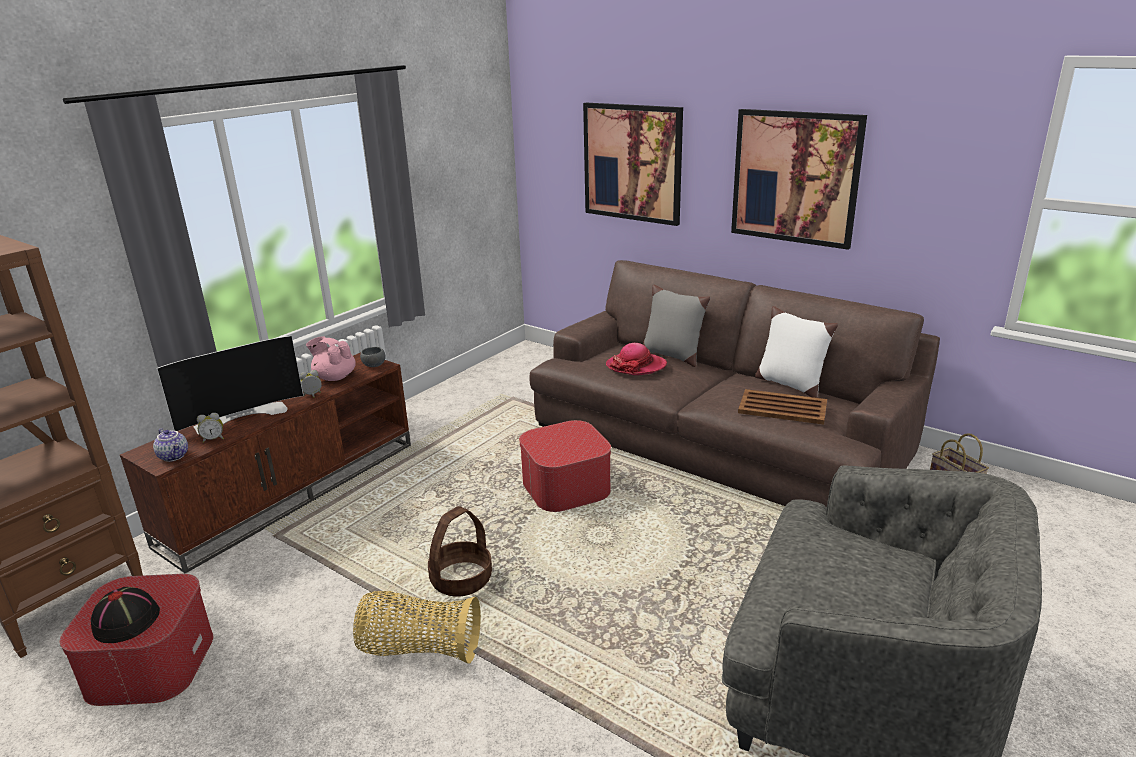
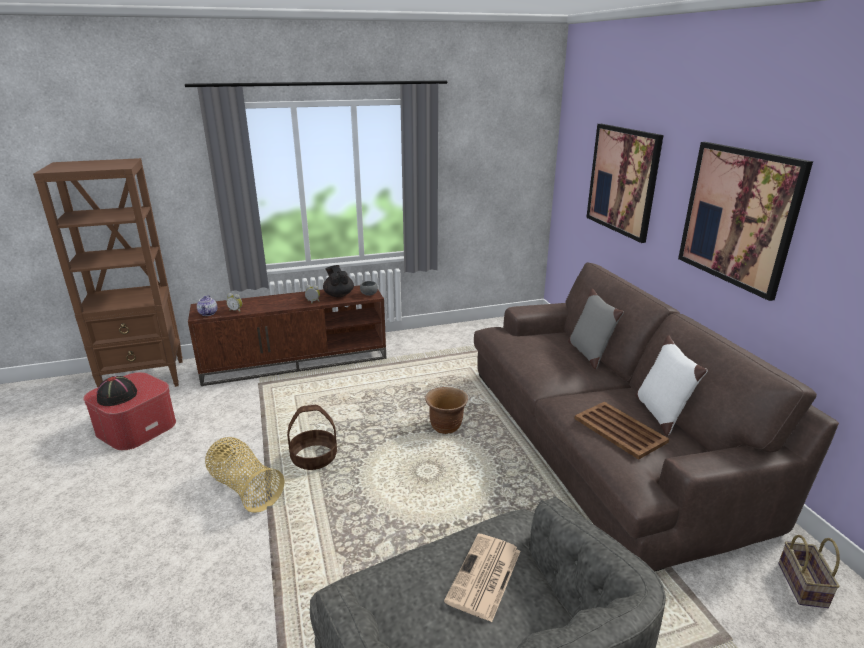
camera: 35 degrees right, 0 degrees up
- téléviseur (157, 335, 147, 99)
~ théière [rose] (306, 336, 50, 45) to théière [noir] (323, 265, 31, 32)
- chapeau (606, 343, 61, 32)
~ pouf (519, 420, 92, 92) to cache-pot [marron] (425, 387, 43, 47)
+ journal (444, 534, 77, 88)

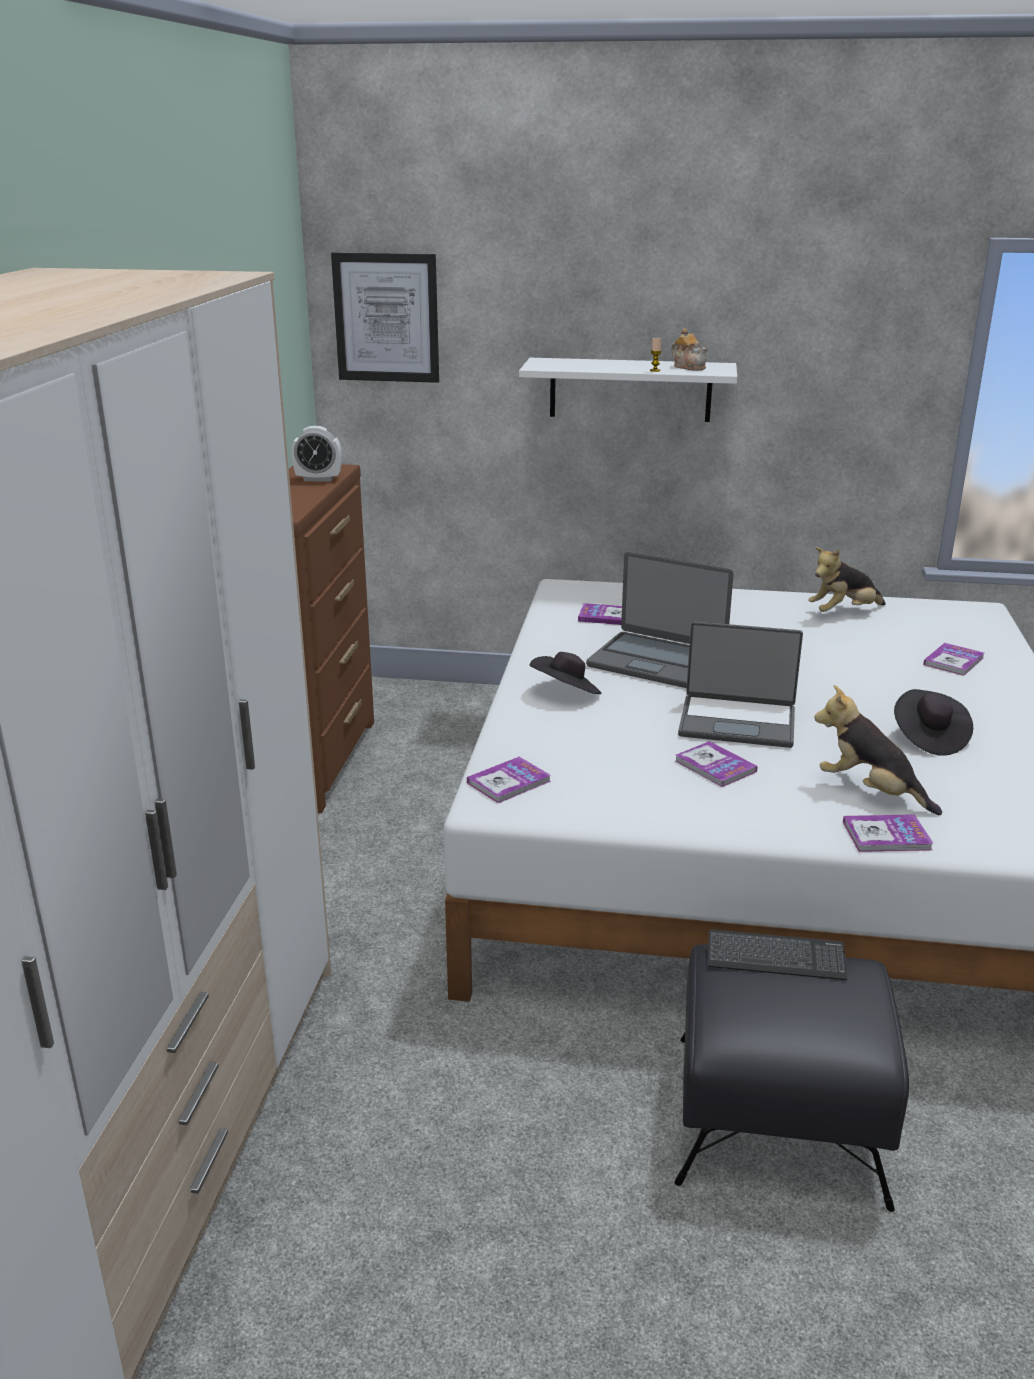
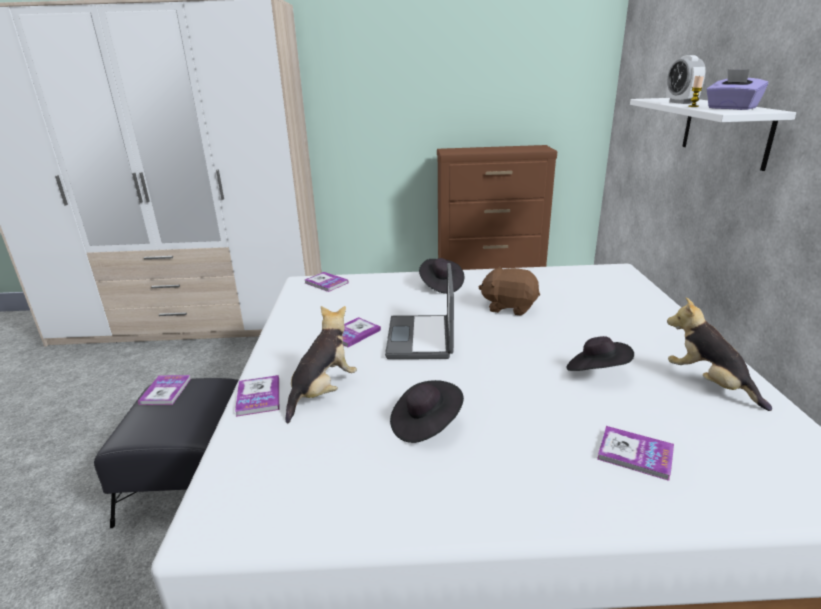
camera: 80 degrees right, 0 degrees up
- tableau (331, 253, 108, 130)
~ théière (671, 328, 37, 43) to boîte à mouchoirs [violet] (706, 69, 63, 41)
~ réveil (291, 426, 51, 55) to (666, 55, 40, 49)
~ ordinateur portable (586, 552, 148, 136) to peluche [marron] (478, 266, 62, 50)
~ livre (578, 603, 44, 22) to (138, 375, 53, 30)
- clavier (708, 929, 139, 51)
+ chapeau [noir] (567, 336, 67, 35)

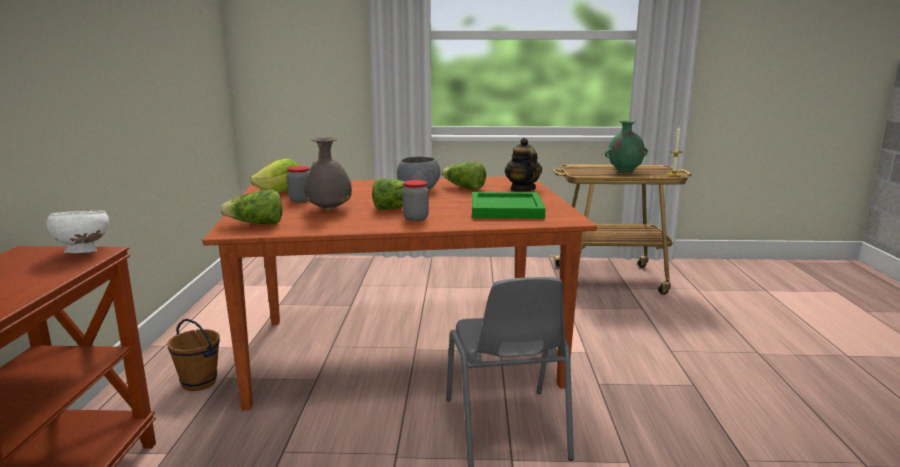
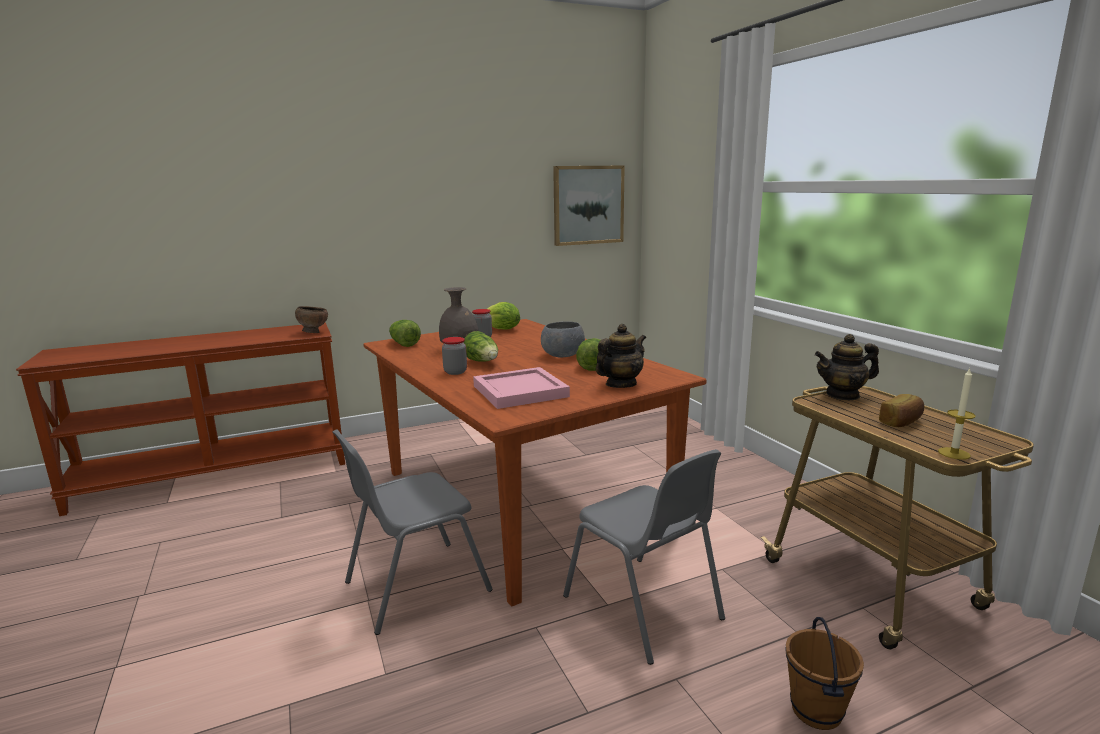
camera: 65 degrees right, 0 degrees up
~ vase [vert] (605, 121, 43, 52) to pain (879, 394, 45, 33)
~ plateau [vert] (472, 192, 74, 27) to plateau [rose] (473, 367, 97, 42)
~ bol [blanc] (46, 210, 63, 43) to bol [marron] (295, 306, 33, 27)
~ seau [marron] (167, 319, 53, 72) to (785, 617, 79, 113)
+ tableau (553, 166, 72, 80)
+ théière (815, 334, 64, 66)
+ chaise [gris] (563, 449, 162, 216)

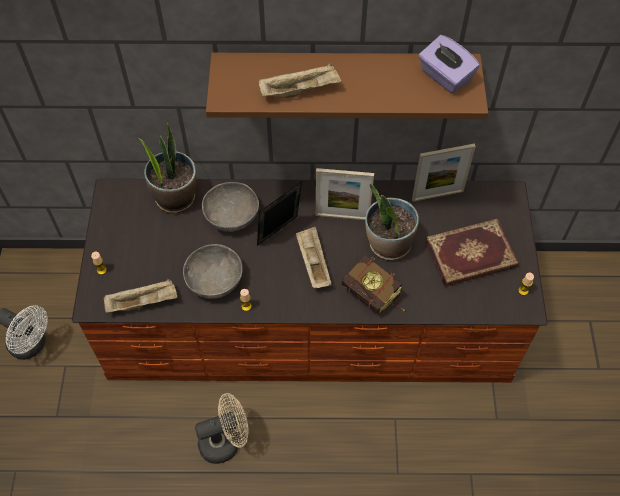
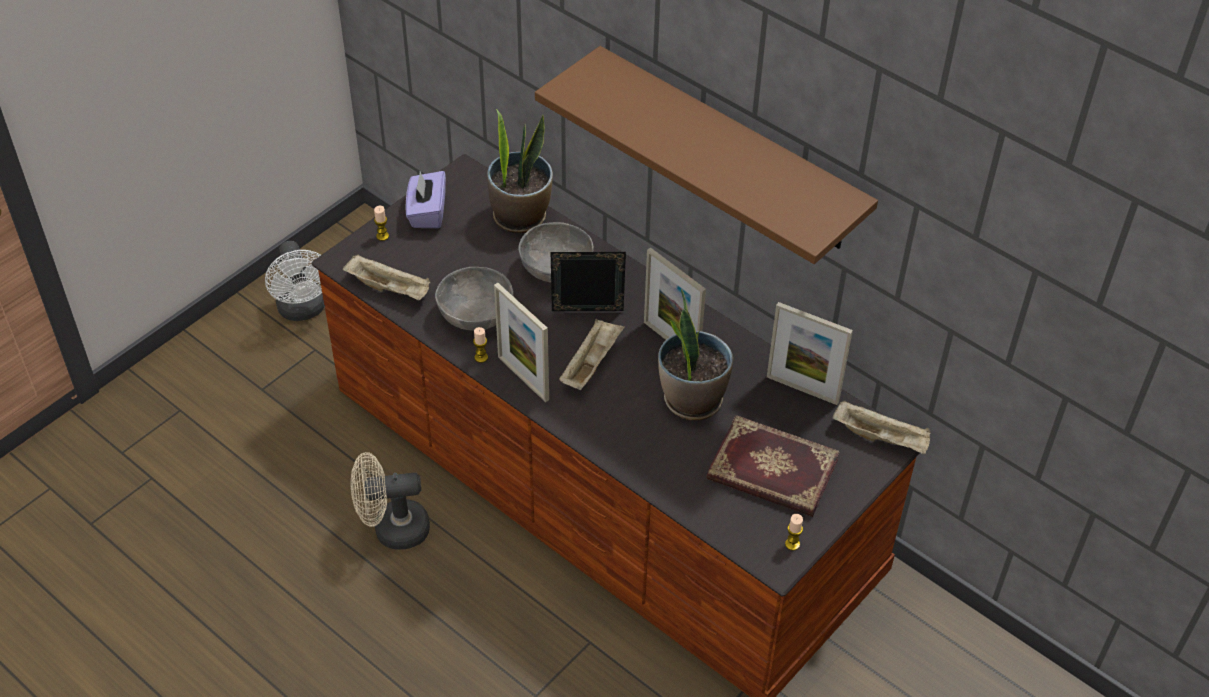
camera: 40 degrees right, 10 degrees down
~ boîte à mouchoirs [violet] (419, 35, 61, 58) to (405, 171, 41, 57)
~ plateau [beige] (258, 63, 84, 35) to (833, 400, 98, 54)
- livre (342, 255, 63, 59)
~ ventilateur [beige] (195, 393, 54, 71) = (350, 452, 80, 97) 150 degrees clockwise
+ cadre photo (494, 283, 55, 119)

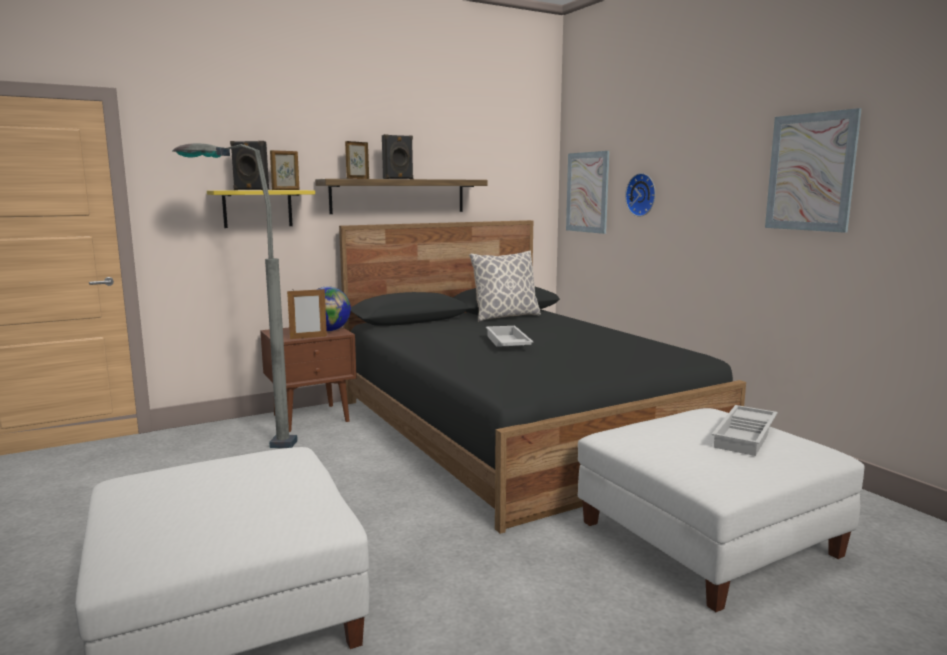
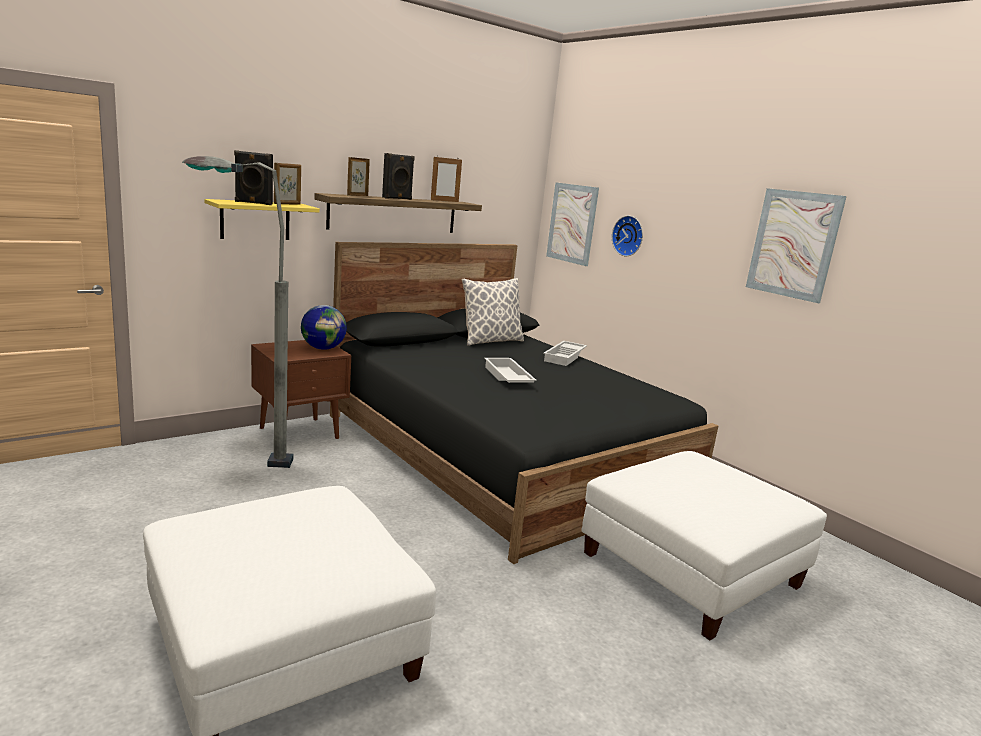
camera: 10 degrees left, 5 degrees up
~ cadre photo (287, 289, 40, 50) to (431, 157, 31, 45)
~ plateau [blanc] (712, 405, 66, 51) to (543, 341, 44, 25)

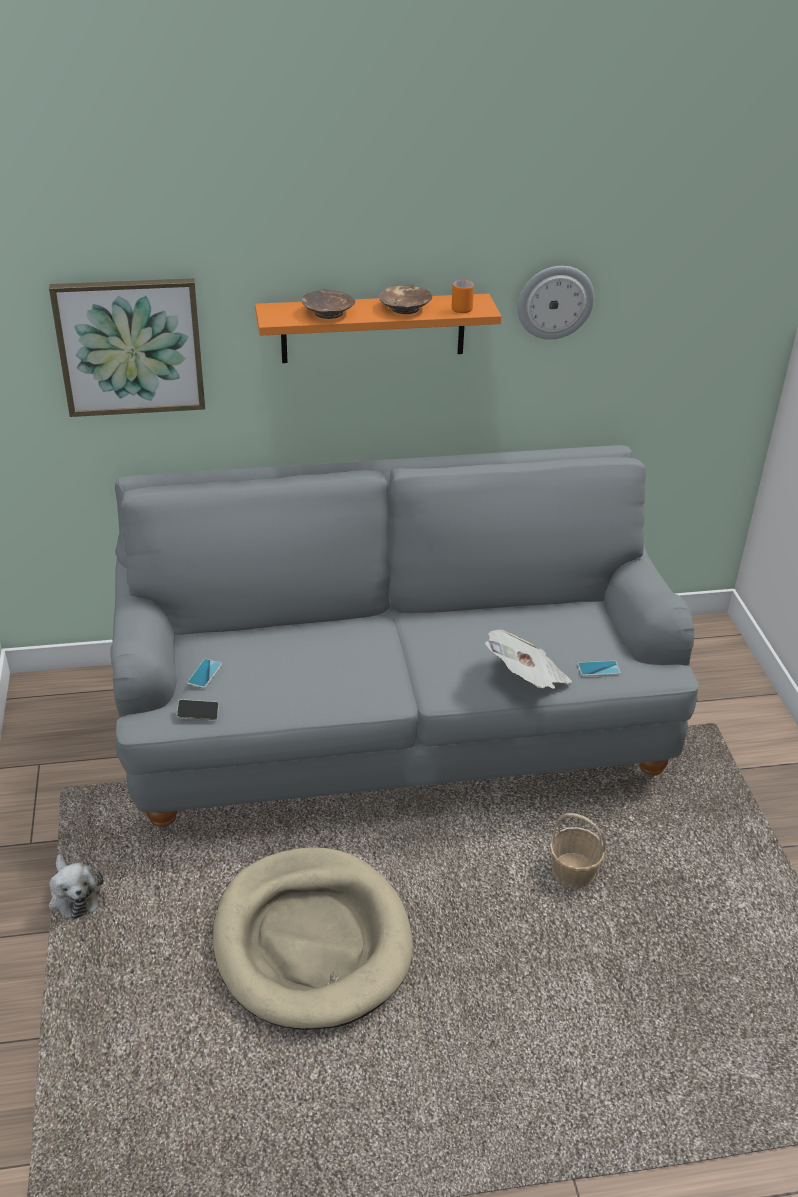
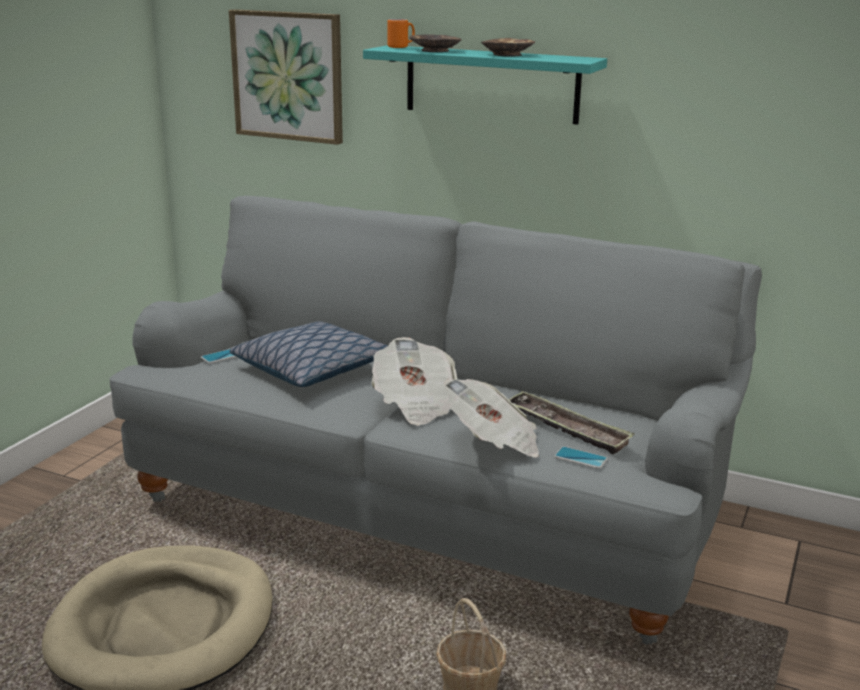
camera: 35 degrees right, 15 degrees down
- horloge murale (518, 266, 76, 74)
~ mug [orange] (452, 280, 22, 33) to (387, 19, 28, 29)
~ étagère [orange] (255, 294, 247, 69) to étagère [turquoise] (363, 45, 244, 80)
- téléphone (177, 699, 42, 21)
- peluche (48, 854, 55, 66)
+ coussin (230, 321, 158, 66)
+ journal (371, 337, 86, 89)
+ plateau (509, 391, 126, 63)

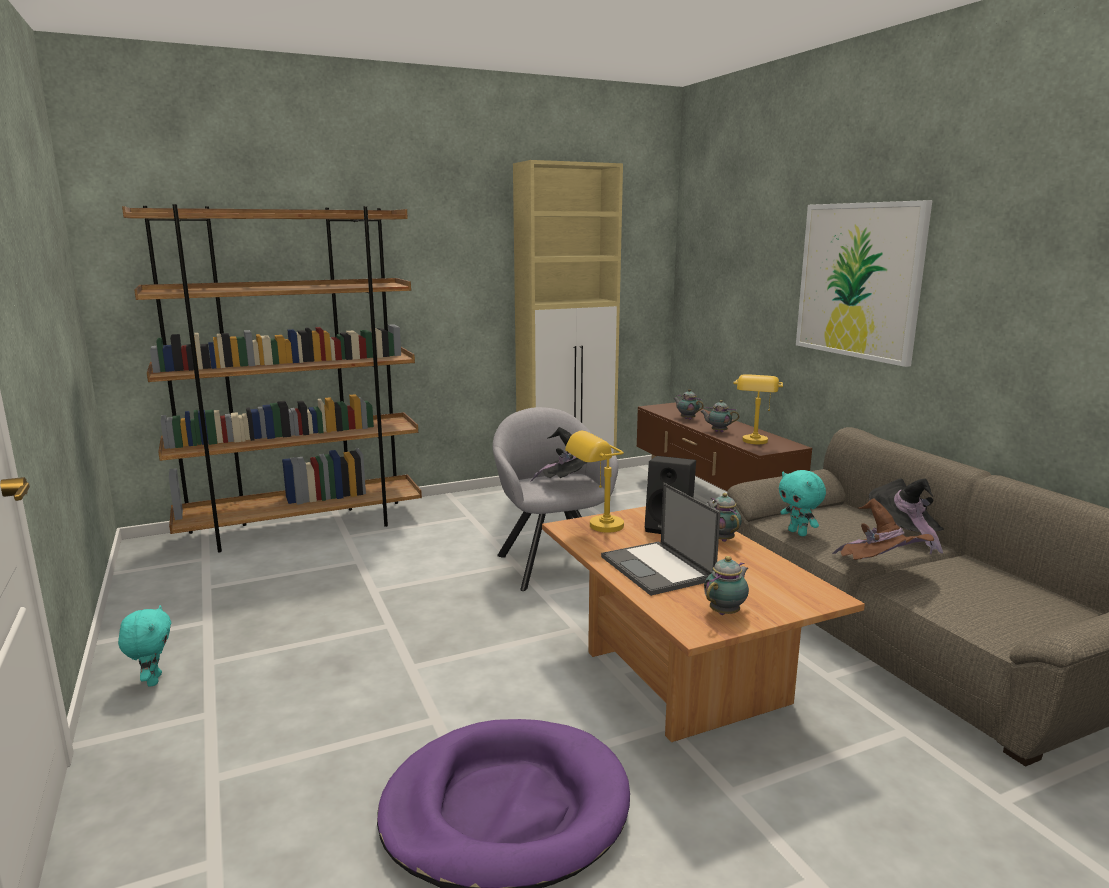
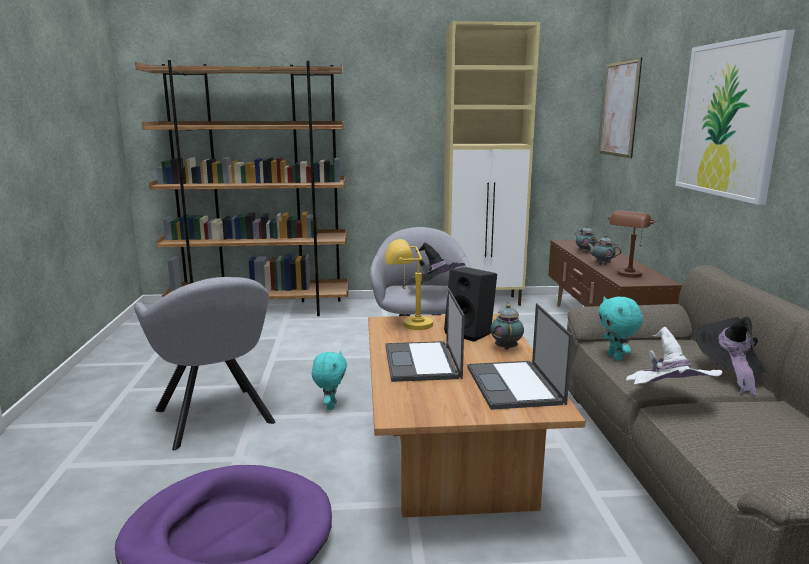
camera: 20 degrees right, 0 degrees up
~ lampe de table [jaune] (733, 374, 50, 70) to lampe de table [marron] (608, 210, 49, 68)
~ chapeau [marron] (832, 498, 102, 62) to chapeau [blanc] (626, 327, 96, 58)
- théière (704, 556, 45, 59)
~ peluche [turquoise] (118, 605, 53, 82) to (312, 351, 35, 59)
+ tableau (600, 57, 42, 101)
+ fauteuil [gris] (134, 277, 142, 173)
+ ordinateur portable (467, 303, 106, 107)

